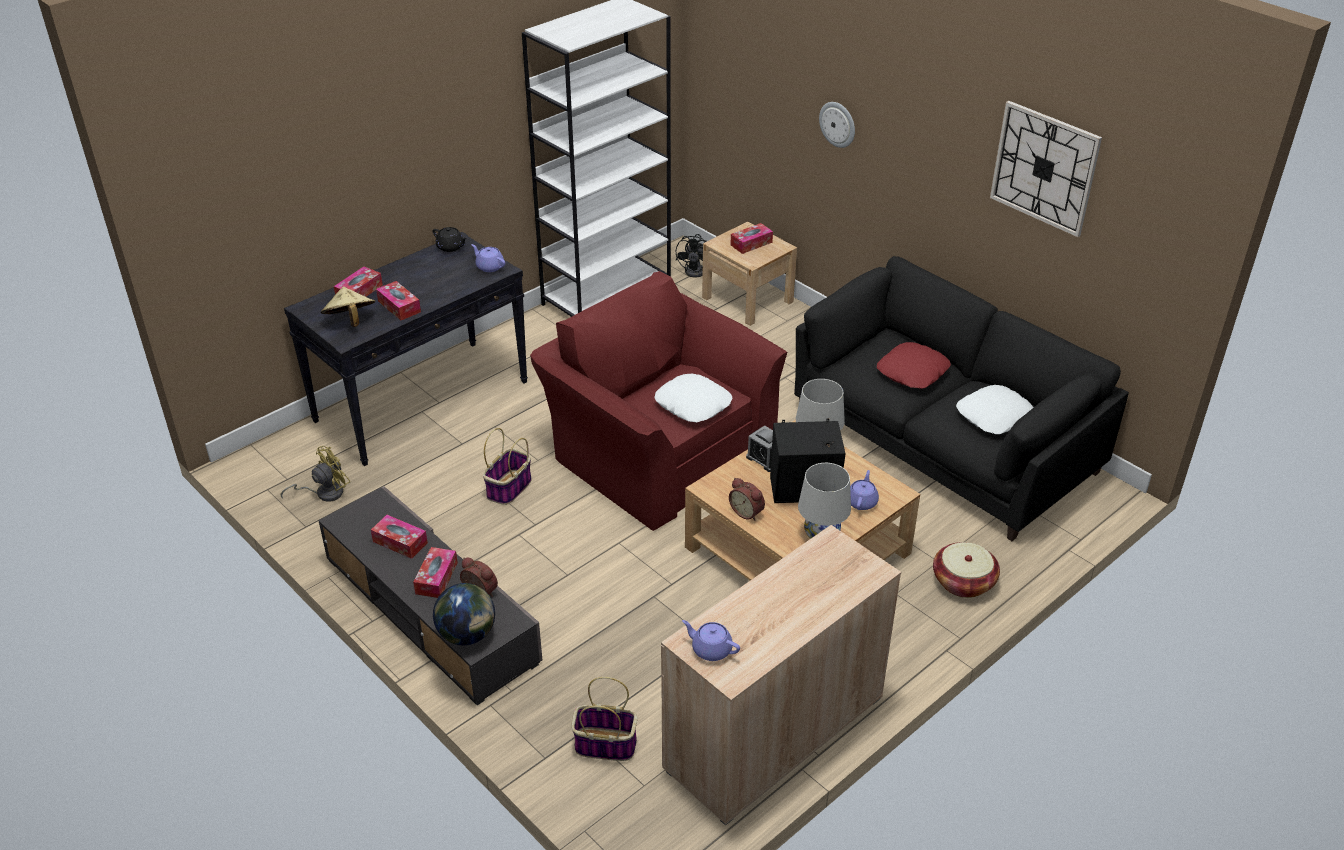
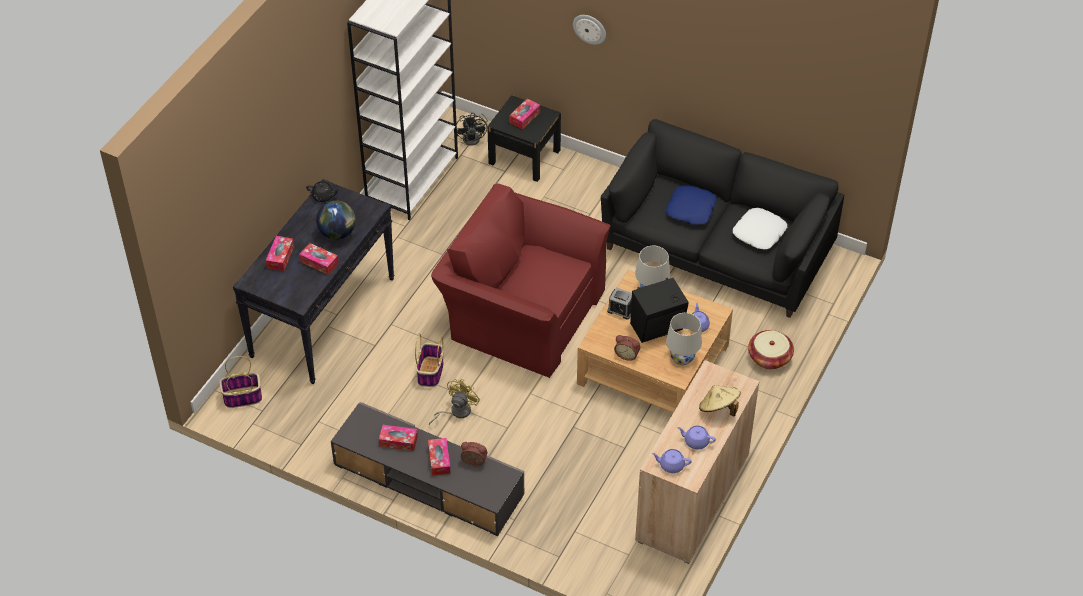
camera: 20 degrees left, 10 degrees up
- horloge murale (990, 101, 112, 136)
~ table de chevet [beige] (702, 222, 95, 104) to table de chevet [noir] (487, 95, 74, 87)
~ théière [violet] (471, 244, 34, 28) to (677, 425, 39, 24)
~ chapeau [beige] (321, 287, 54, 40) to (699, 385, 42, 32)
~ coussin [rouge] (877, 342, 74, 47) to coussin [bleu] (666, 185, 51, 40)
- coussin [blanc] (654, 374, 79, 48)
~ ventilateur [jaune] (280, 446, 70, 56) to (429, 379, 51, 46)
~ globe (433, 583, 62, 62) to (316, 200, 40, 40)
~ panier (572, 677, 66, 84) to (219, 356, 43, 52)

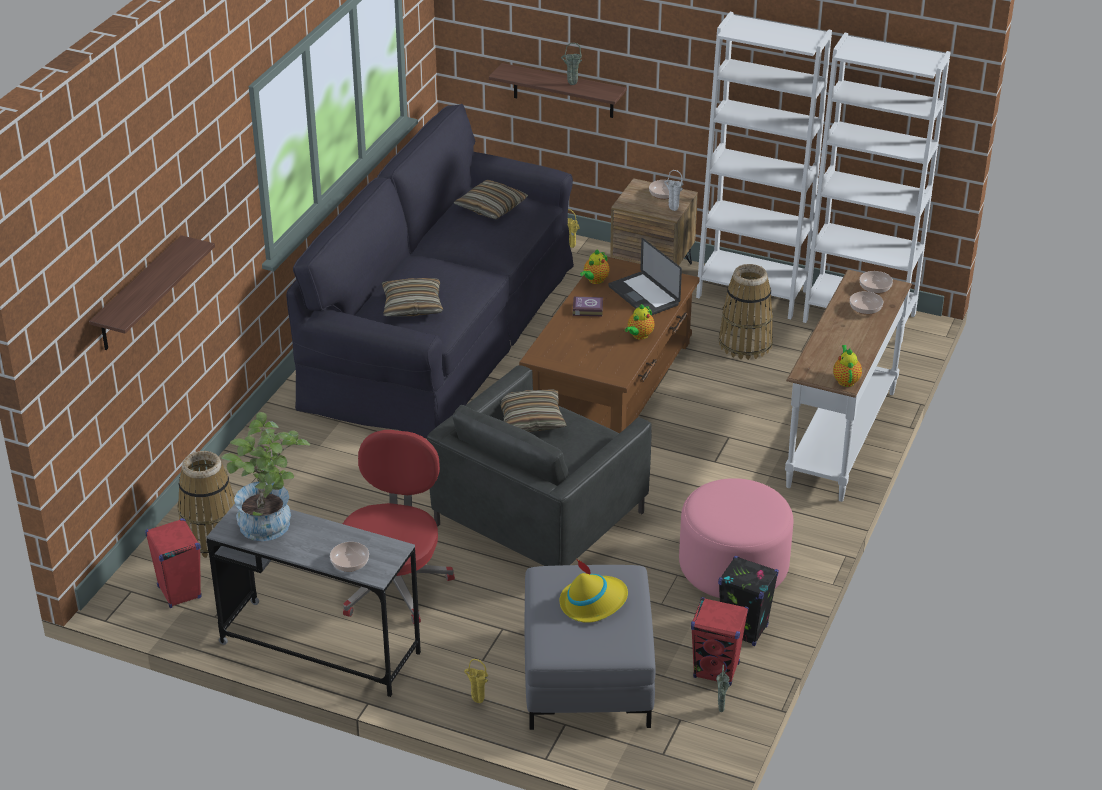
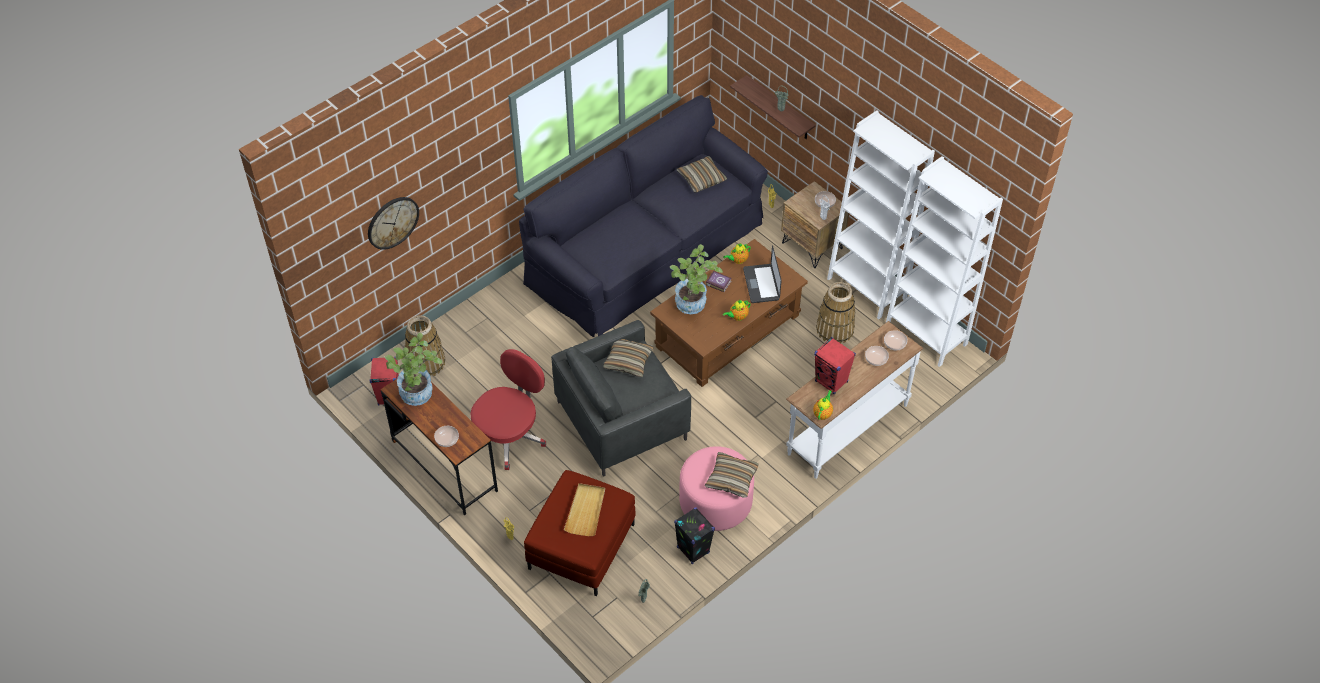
camera: 25 degrees right, 15 degrees up
~ étagère (89, 235, 126, 115) to horloge murale (368, 197, 51, 53)
~ coussin (382, 278, 61, 38) to (705, 452, 54, 46)
~ bureau [gris] (207, 504, 214, 193) to bureau [marron] (381, 379, 117, 136)
~ chapeau [jaune] (560, 559, 68, 64) to plateau [beige] (564, 483, 41, 53)
~ pouf [gris] (525, 565, 131, 165) to pouf [rouge] (524, 470, 112, 126)
~ enceinte [rouge] (691, 597, 58, 89) to (814, 337, 42, 57)
+ plante en pot (670, 244, 53, 70)

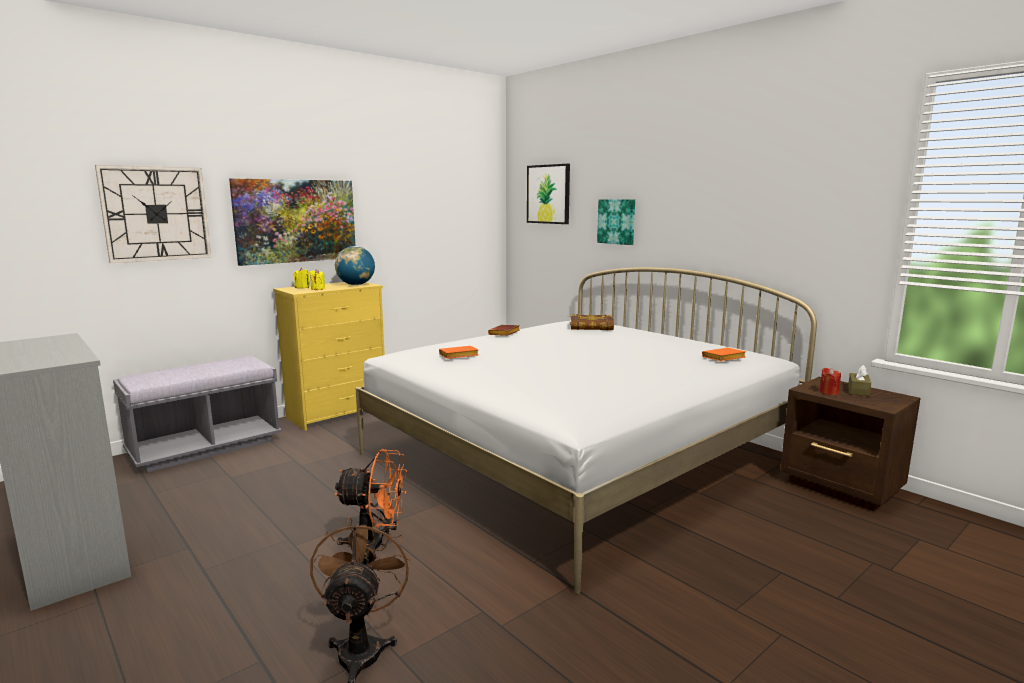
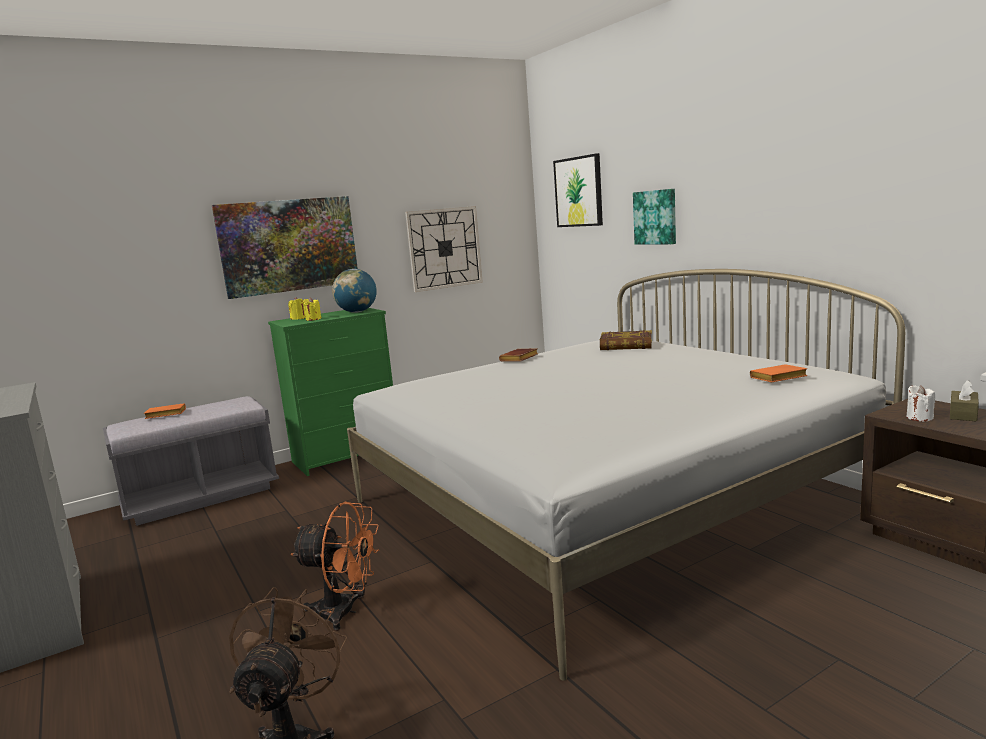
camera: 10 degrees right, 0 degrees up
~ horloge murale (95, 165, 116, 98) to (405, 206, 78, 86)
~ commode [jaune] (273, 282, 112, 149) to commode [vert] (268, 308, 125, 168)
~ livre [orange] (439, 346, 39, 13) to (144, 403, 42, 16)
~ bougie [rouge] (819, 368, 22, 27) to bougie [blanc] (907, 385, 28, 36)

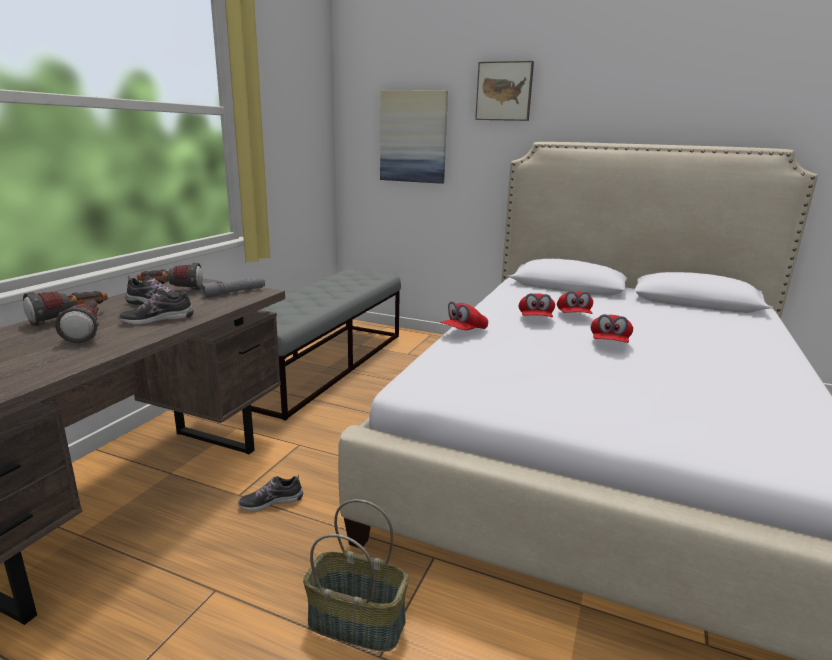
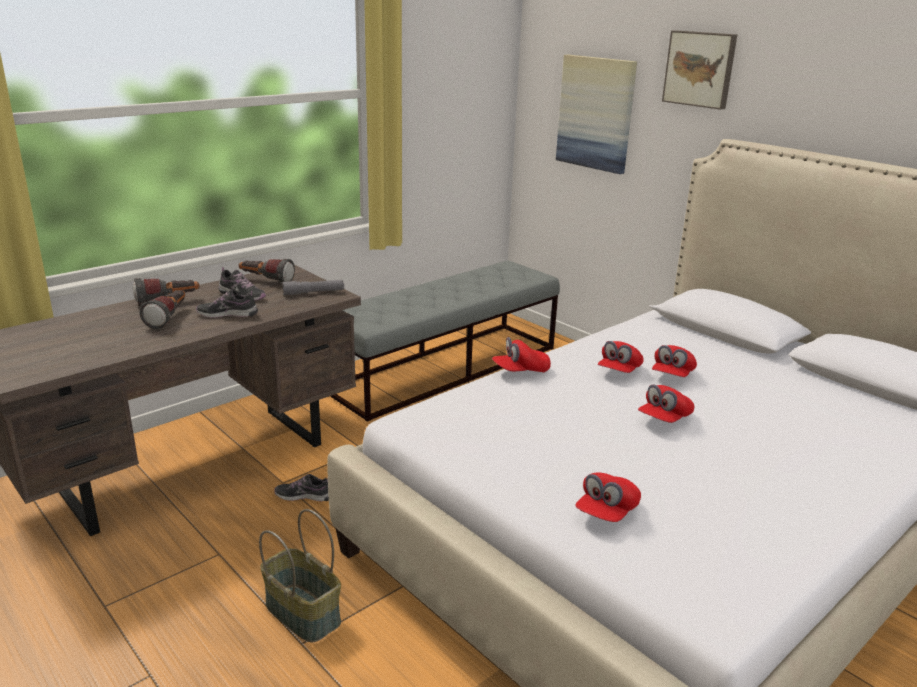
camera: 25 degrees right, 5 degrees up
+ casquette [rouge] (575, 472, 66, 50)

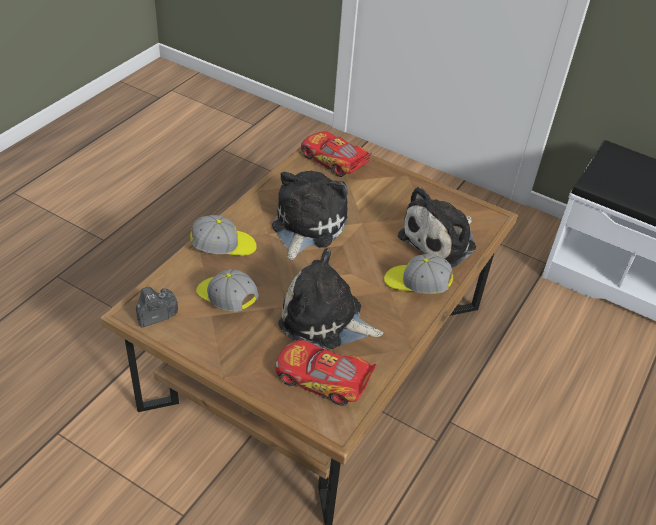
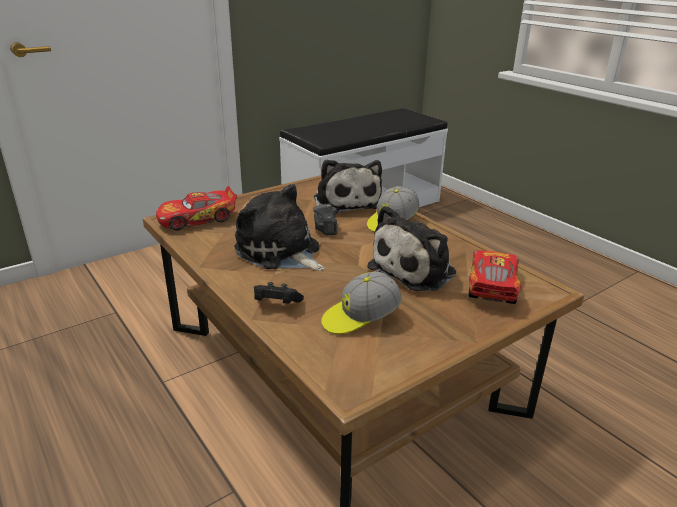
camera: 65 degrees left, 15 degrees down
~ casquette (190, 215, 67, 41) to manette [noir] (254, 282, 50, 22)
~ appareil photo (136, 287, 42, 40) to (313, 204, 24, 31)
~ petite voiture (275, 340, 102, 66) = (468, 250, 53, 54) 150 degrees clockwise

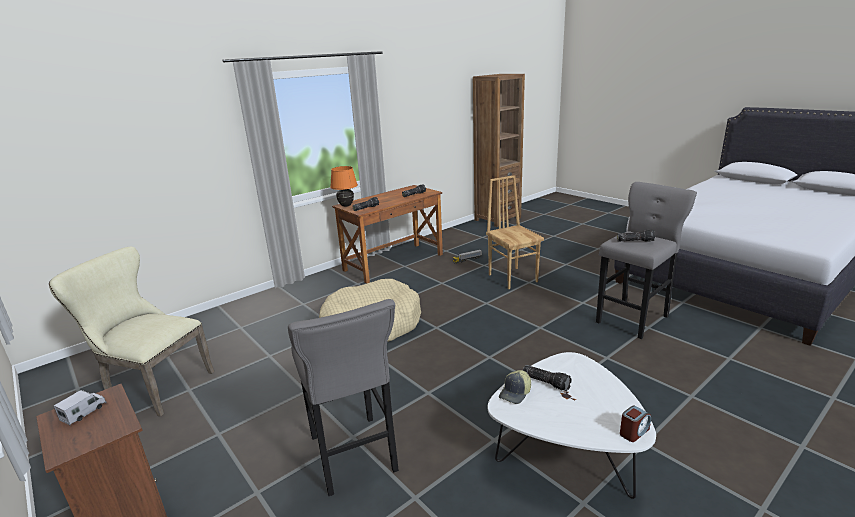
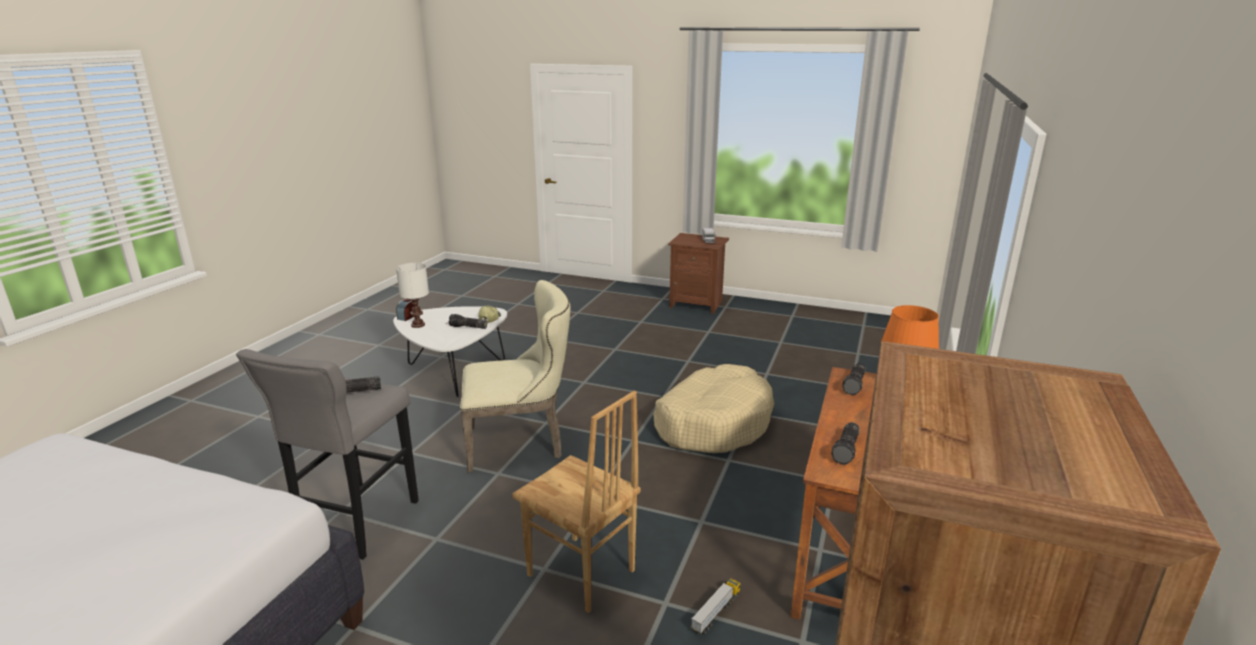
camera: 150 degrees right, 0 degrees up
~ chaise [beige] (49, 247, 165, 170) to (460, 280, 110, 192)
- tabouret [gris] (288, 299, 111, 197)
+ lampe de table [blanc] (396, 263, 33, 65)

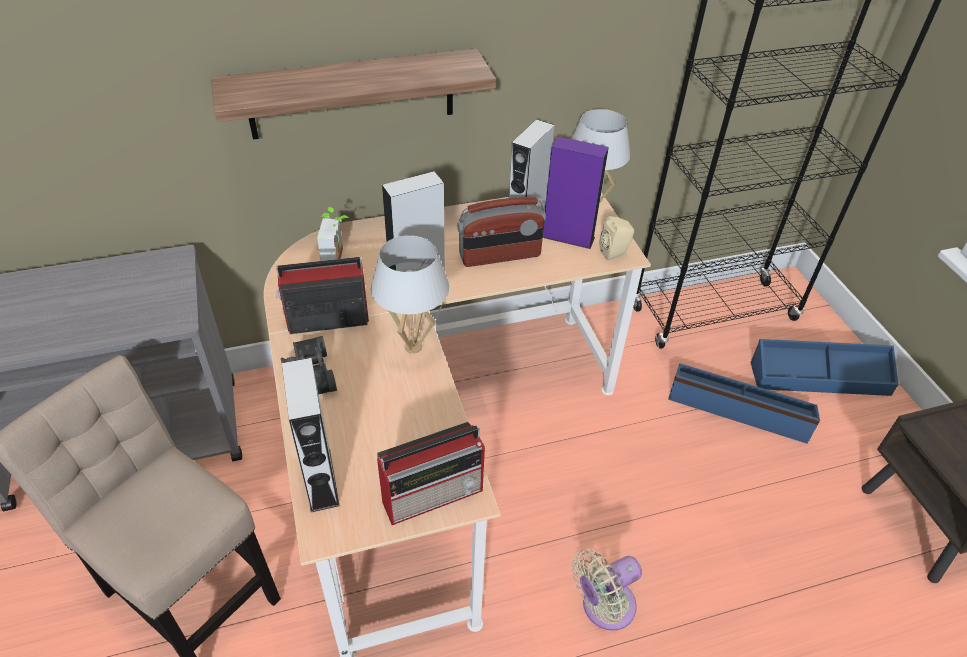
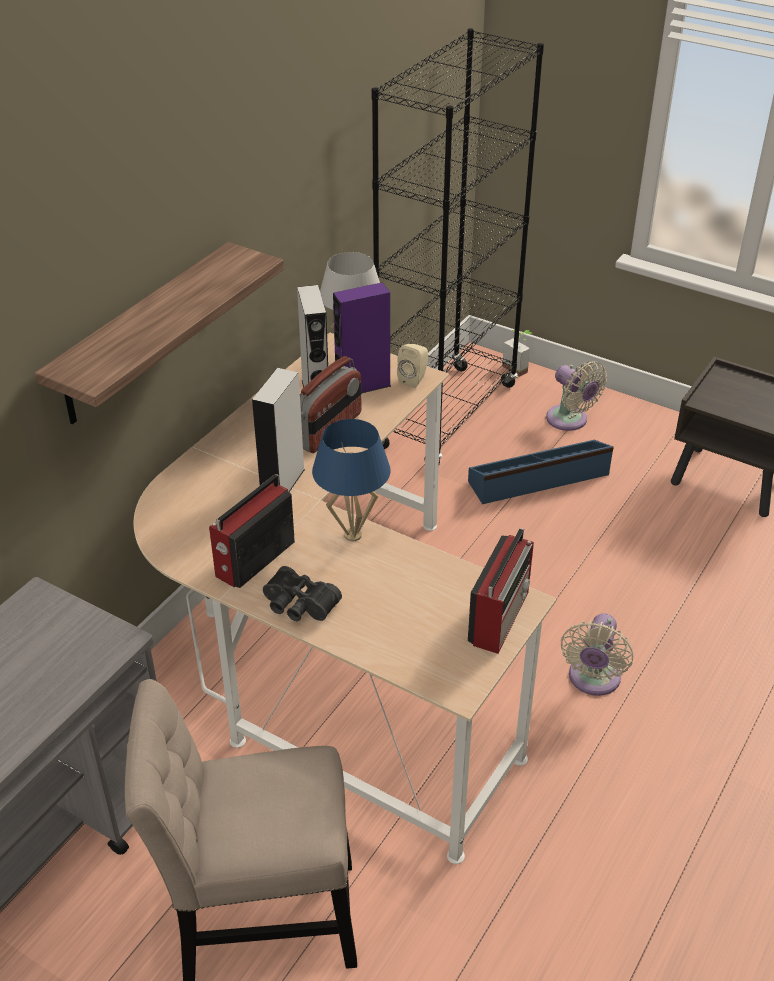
camera: 40 degrees left, 5 degrees down
~ plante en pot (317, 207, 32, 54) to (502, 330, 30, 47)
~ lampe de table [blanc] (371, 235, 78, 118) to lampe de table [bleu] (312, 419, 79, 122)
~ boîte de rangement [bleu] (750, 339, 148, 57) to ventilateur [beige] (546, 361, 61, 70)
- enceinte [gris] (282, 358, 57, 154)

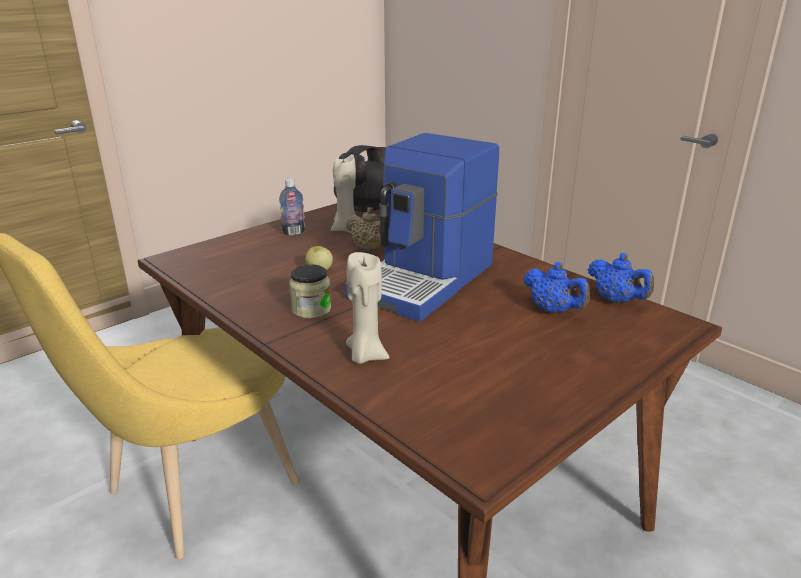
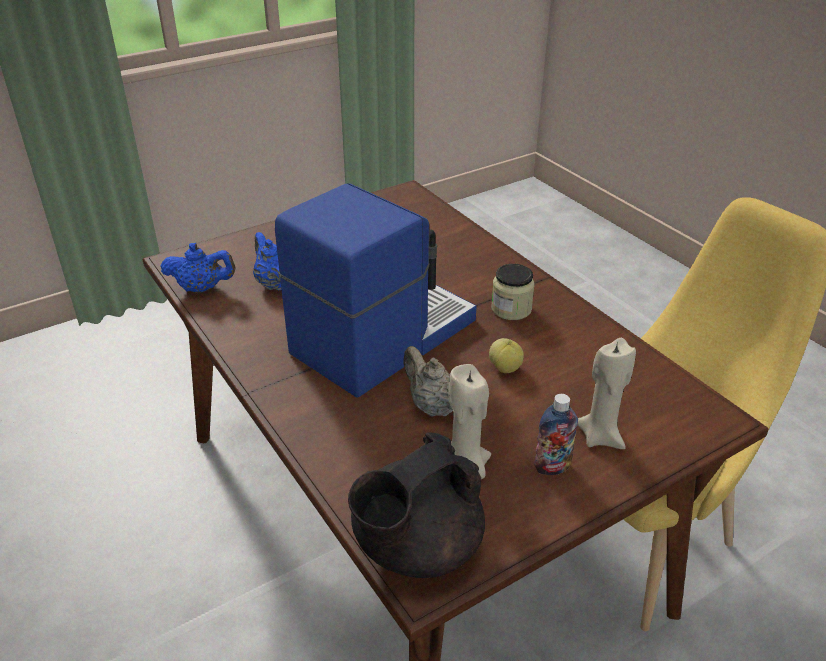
camera: 170 degrees left, 10 degrees up
~ bougie [beige] (346, 252, 44, 112) to (577, 338, 59, 111)
~ théière [bleu] (588, 253, 66, 50) = (161, 243, 74, 49) 120 degrees clockwise

